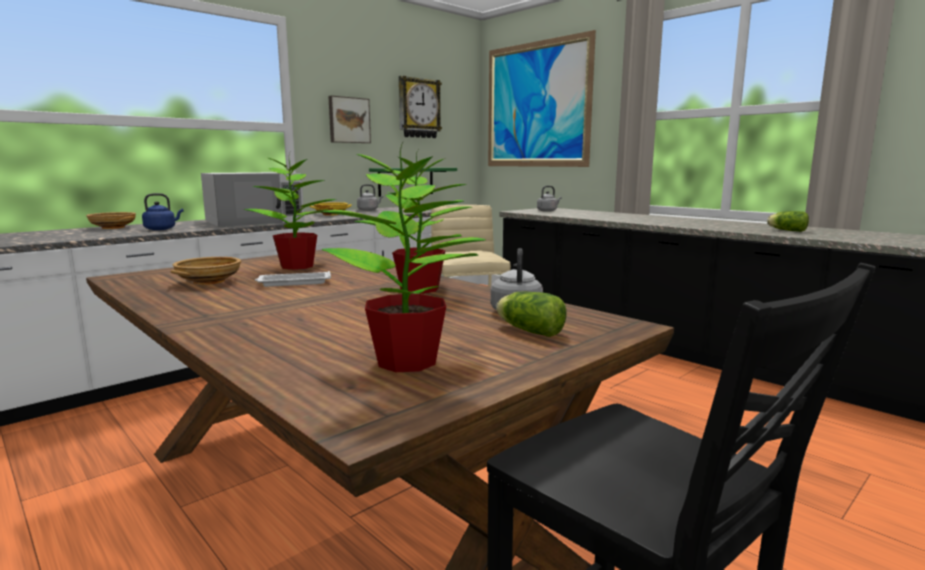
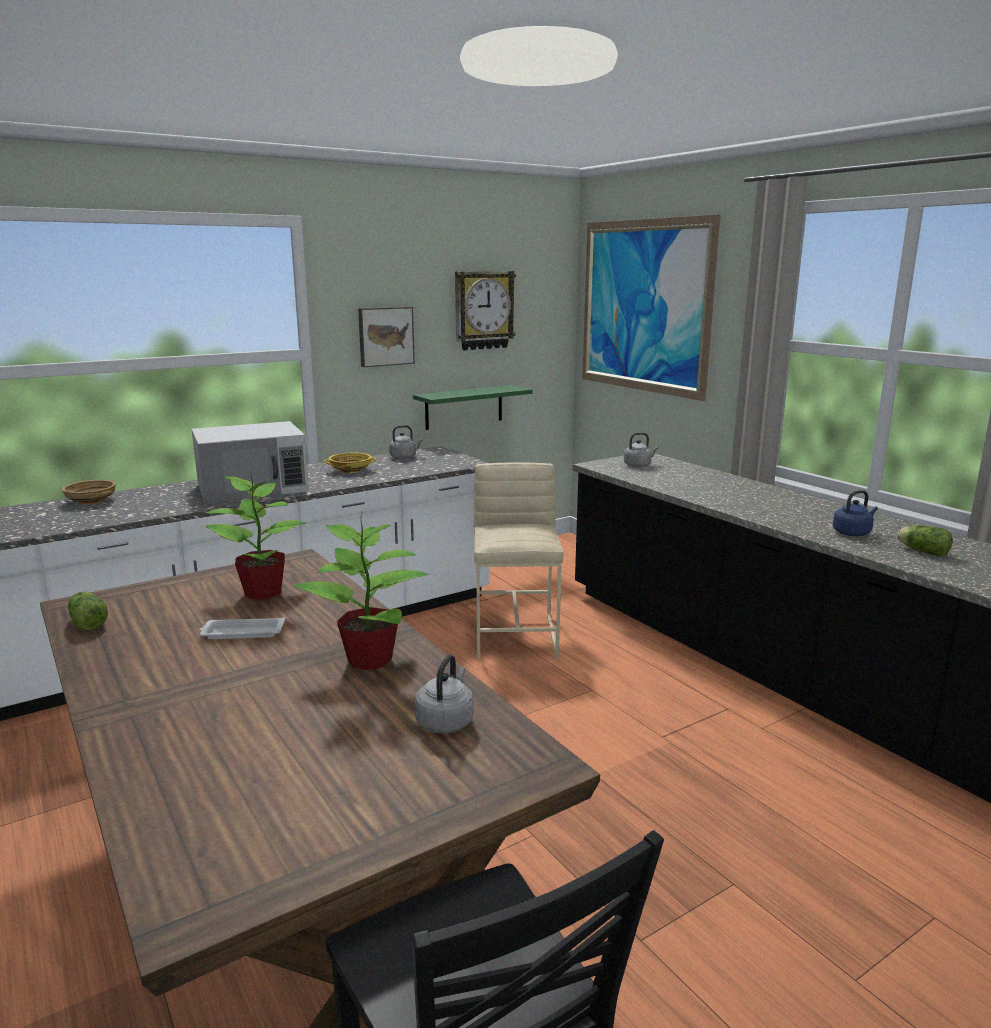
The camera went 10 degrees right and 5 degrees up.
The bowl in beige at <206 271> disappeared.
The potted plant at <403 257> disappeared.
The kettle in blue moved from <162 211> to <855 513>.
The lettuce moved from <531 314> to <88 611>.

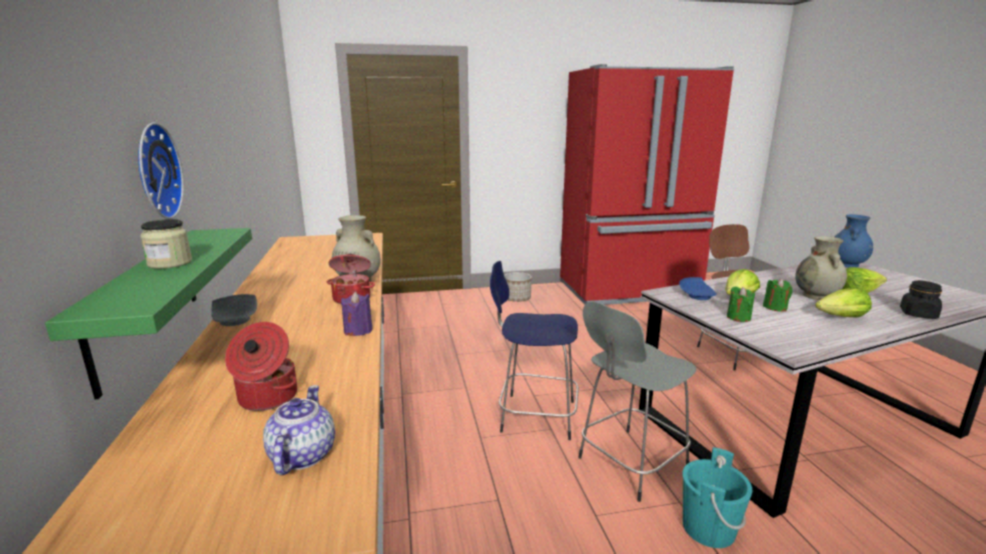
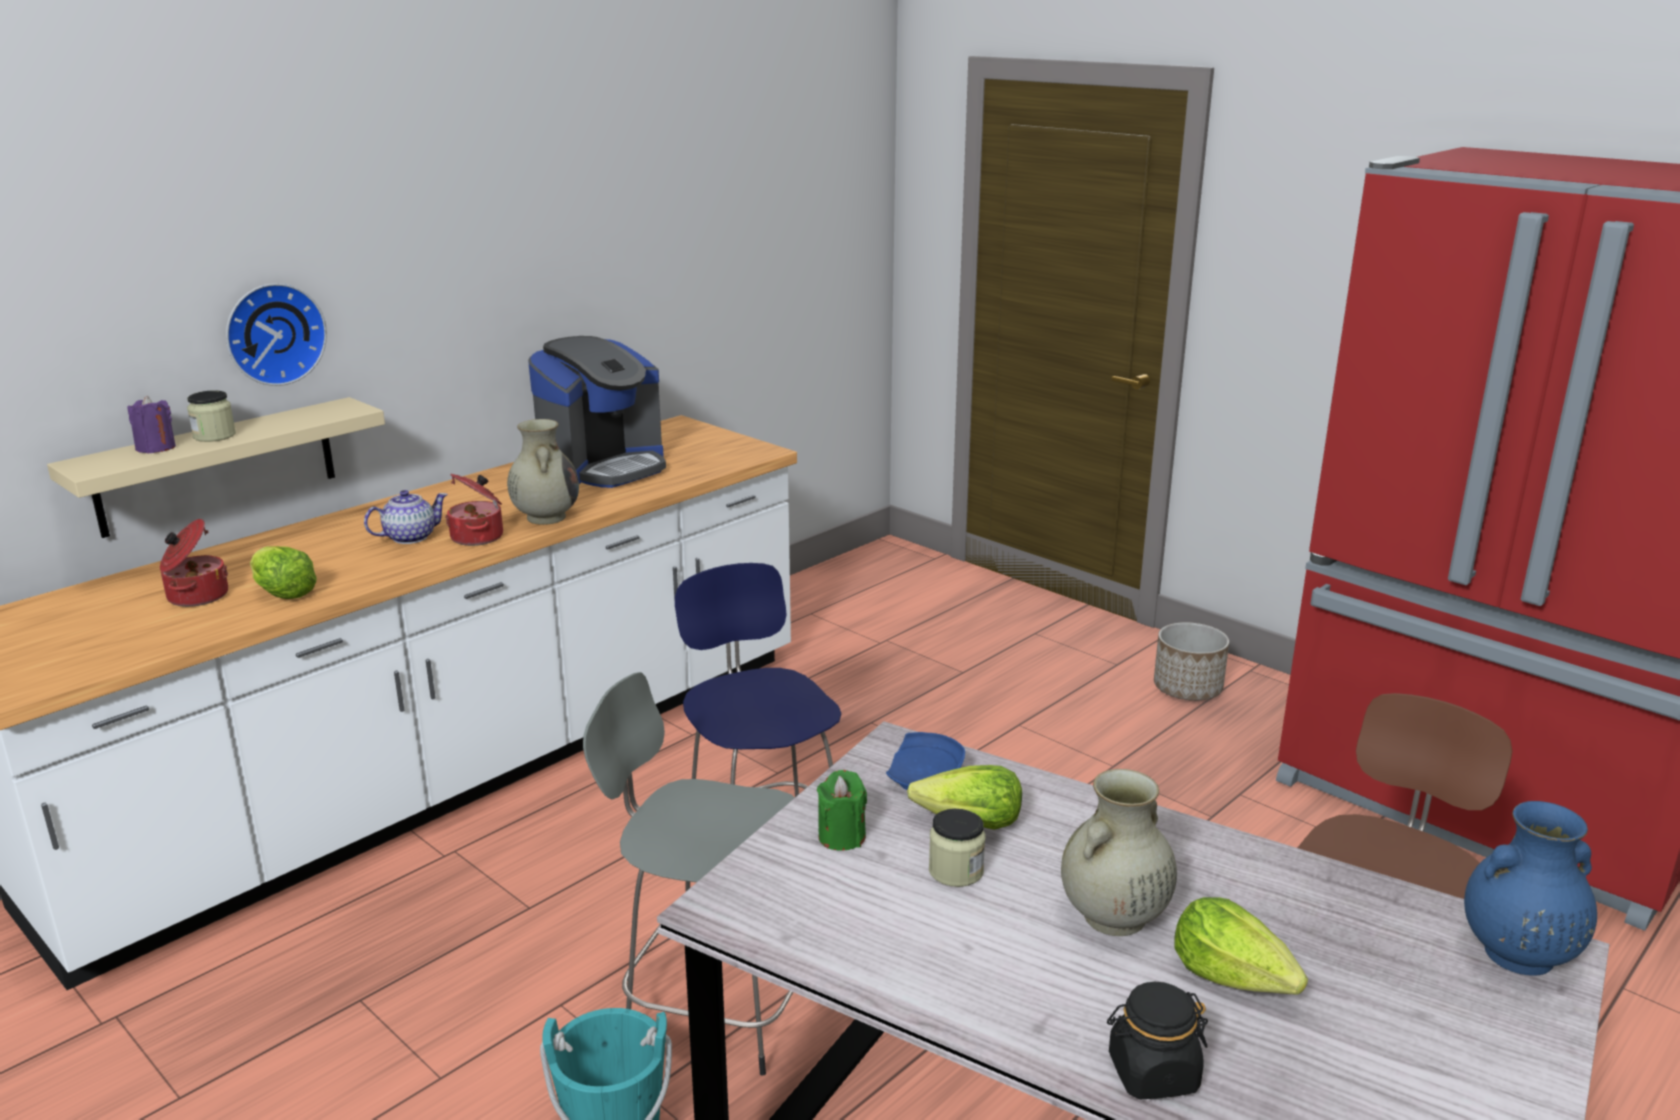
The camera went 55 degrees right and 5 degrees up.
The plate in grey at <234 310> disappeared.
The coffee machine at <597 412> appeared.
The teapot moved from <299 430> to <406 517>.
The candle in purple moved from <357 314> to <151 425>.
The lettuce moved from <843 303> to <283 572>.
The candle in green at <777 295> was replaced by the jar at <957 848>.
The shelf in green at <148 313> became the shelf in beige at <216 467>.

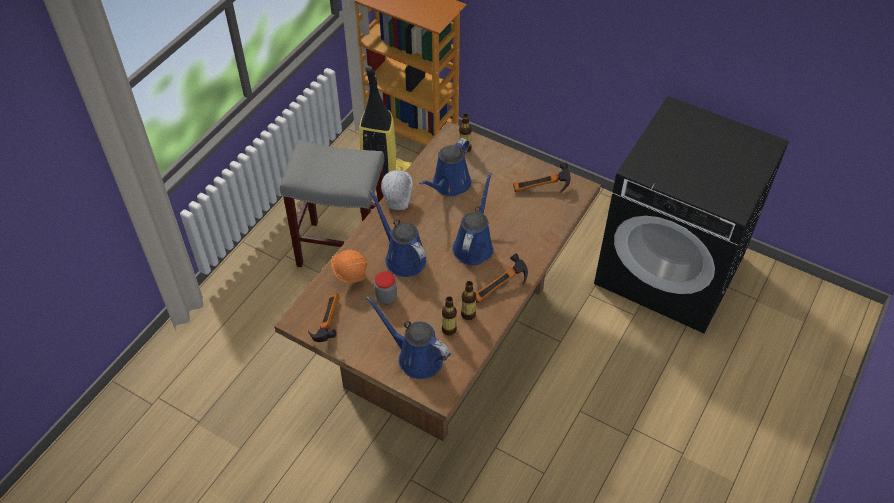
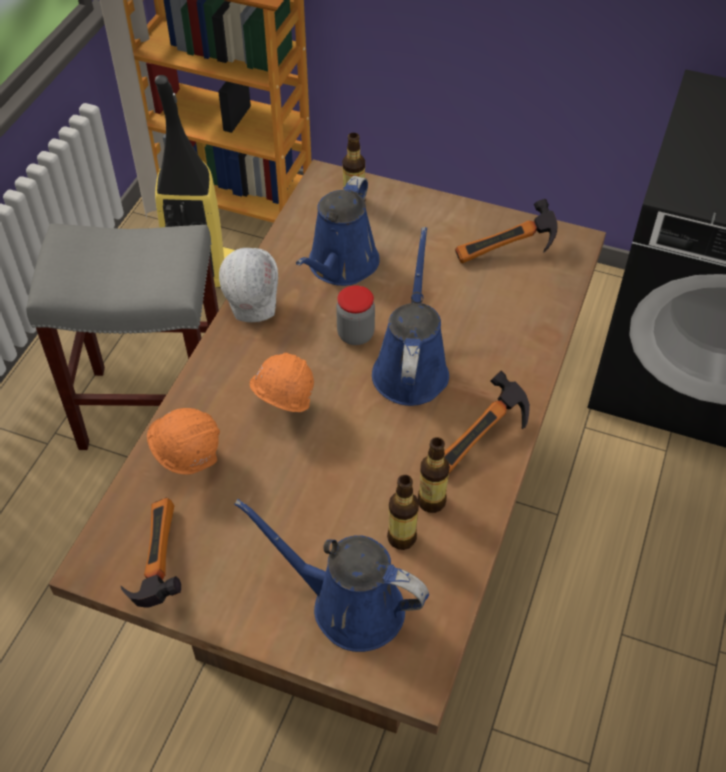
The camera went 10 degrees left and 0 degrees up.
The jar moved from <385 287> to <355 315>.
The watering can in blue at <397 233> was replaced by the hard hat in orange at <281 382>.

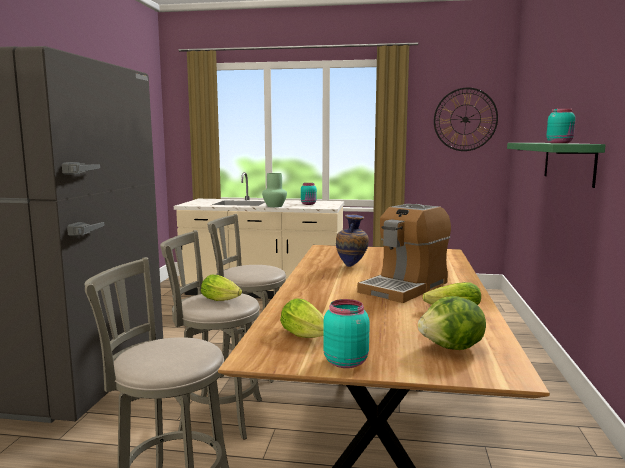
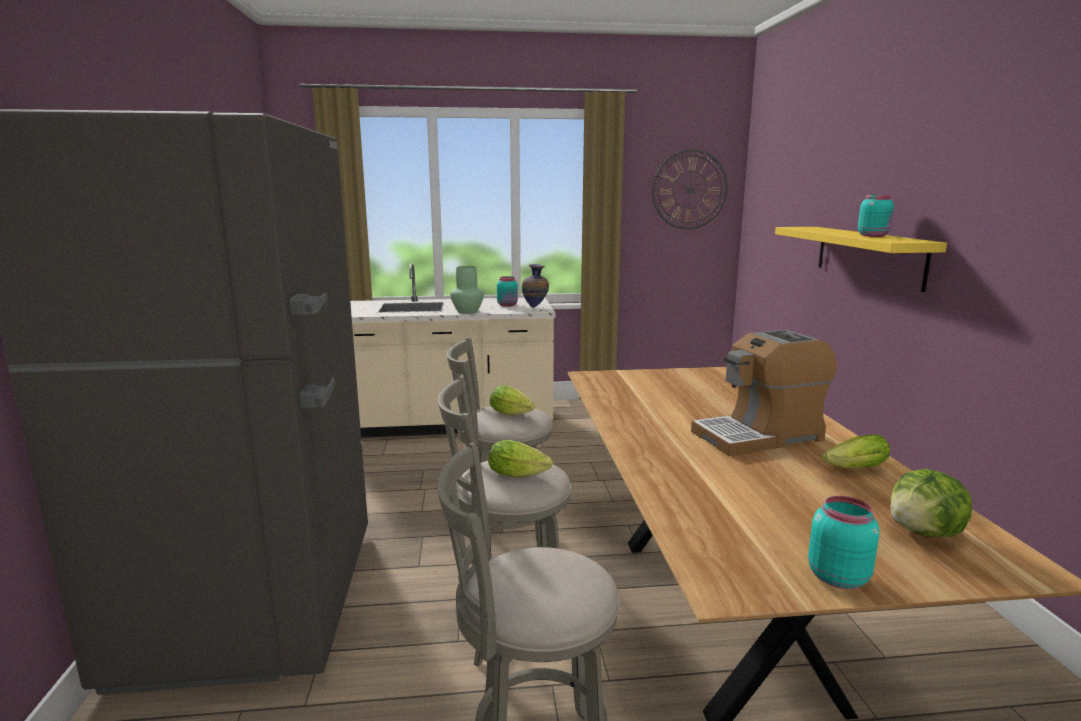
The camera went 15 degrees left and 5 degrees up.
The lettuce moved from <302 318> to <512 400>.
The vase moved from <352 241> to <535 285>.
The shelf in green at <556 165> became the shelf in yellow at <861 259>.
The coffee machine at <404 253> turned 45 degrees clockwise.

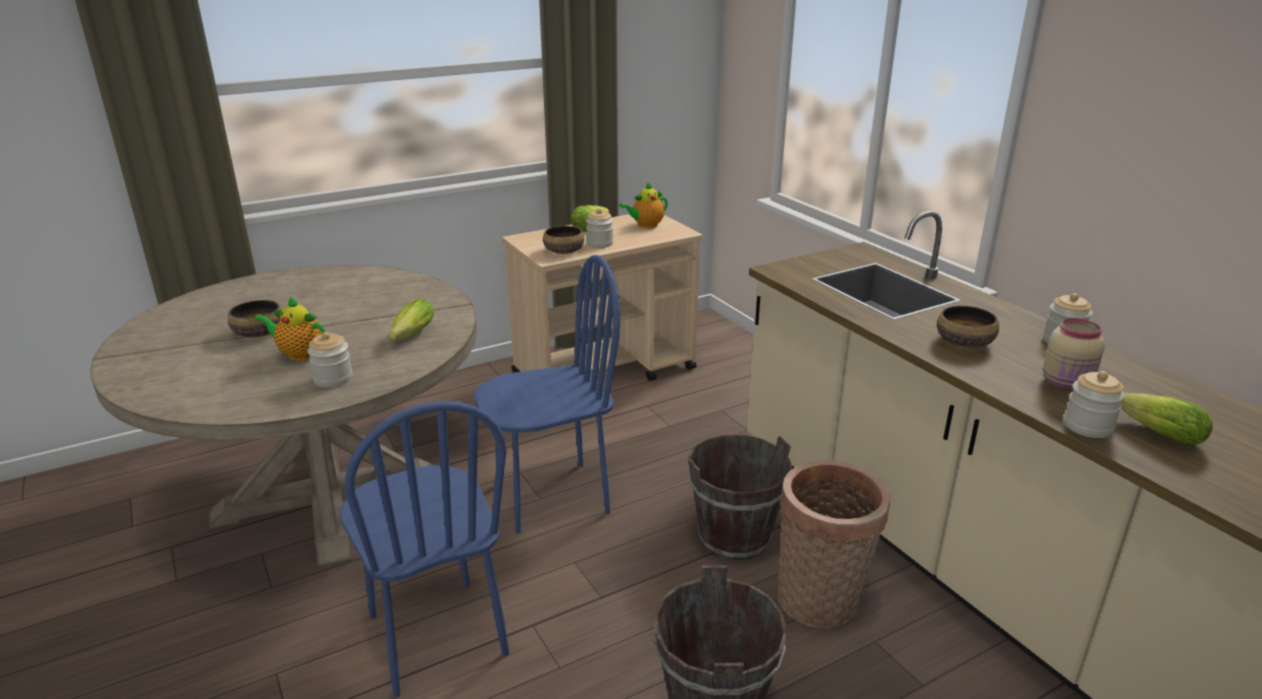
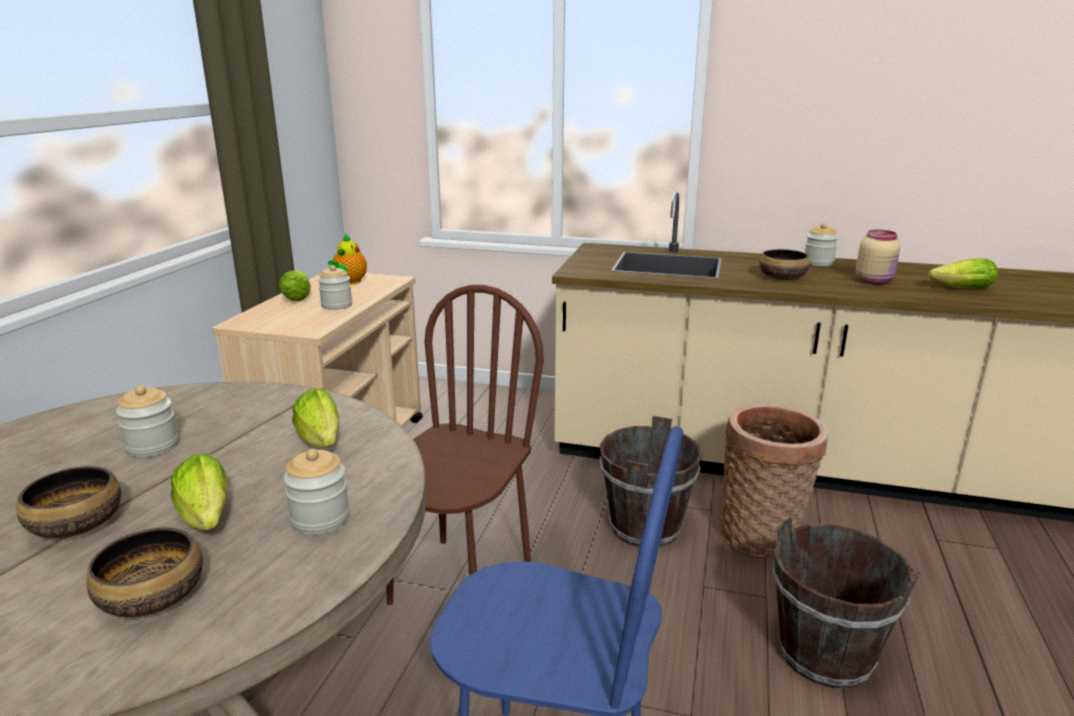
The camera went 45 degrees left and 5 degrees down.
The bowl moved from <563 240> to <144 572>.
The jar moved from <1094 404> to <147 421>.
The teapot at <290 328> was replaced by the lettuce at <199 492>.
The chair in blue at <547 394> became the chair in brown at <465 445>.

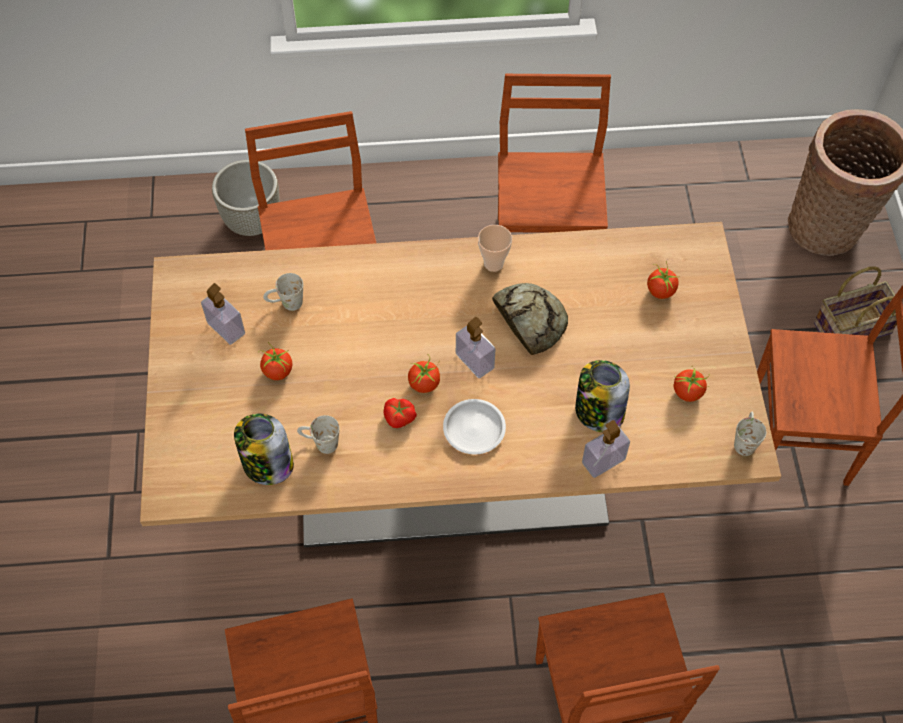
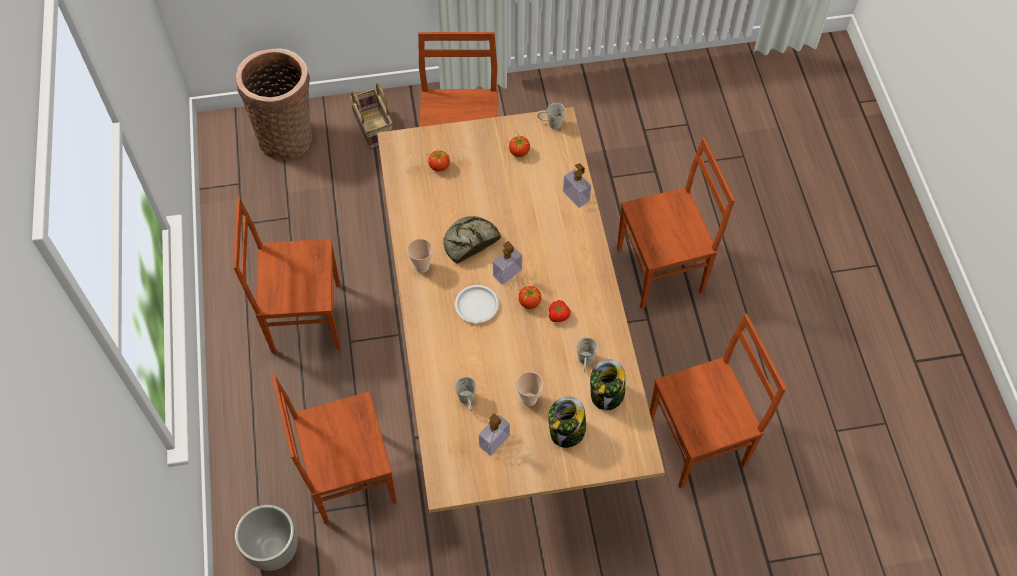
The camera went 95 degrees left and 0 degrees up.
The plate in white moved from <474 426> to <477 304>.
The jar moved from <602 396> to <567 422>.
The tomato at <275 363> was replaced by the cup at <530 389>.

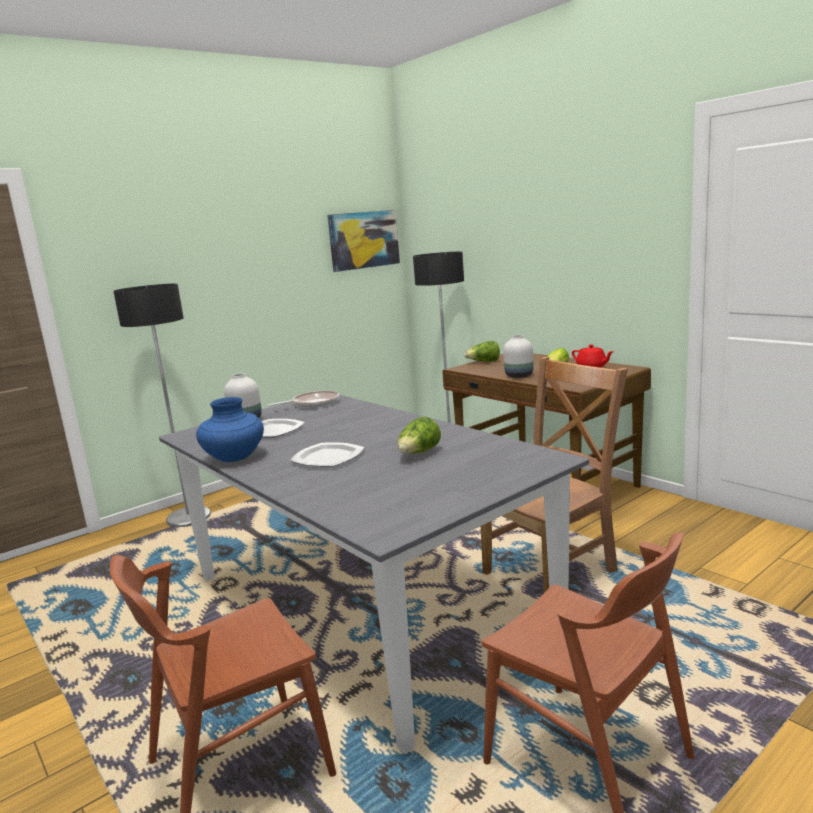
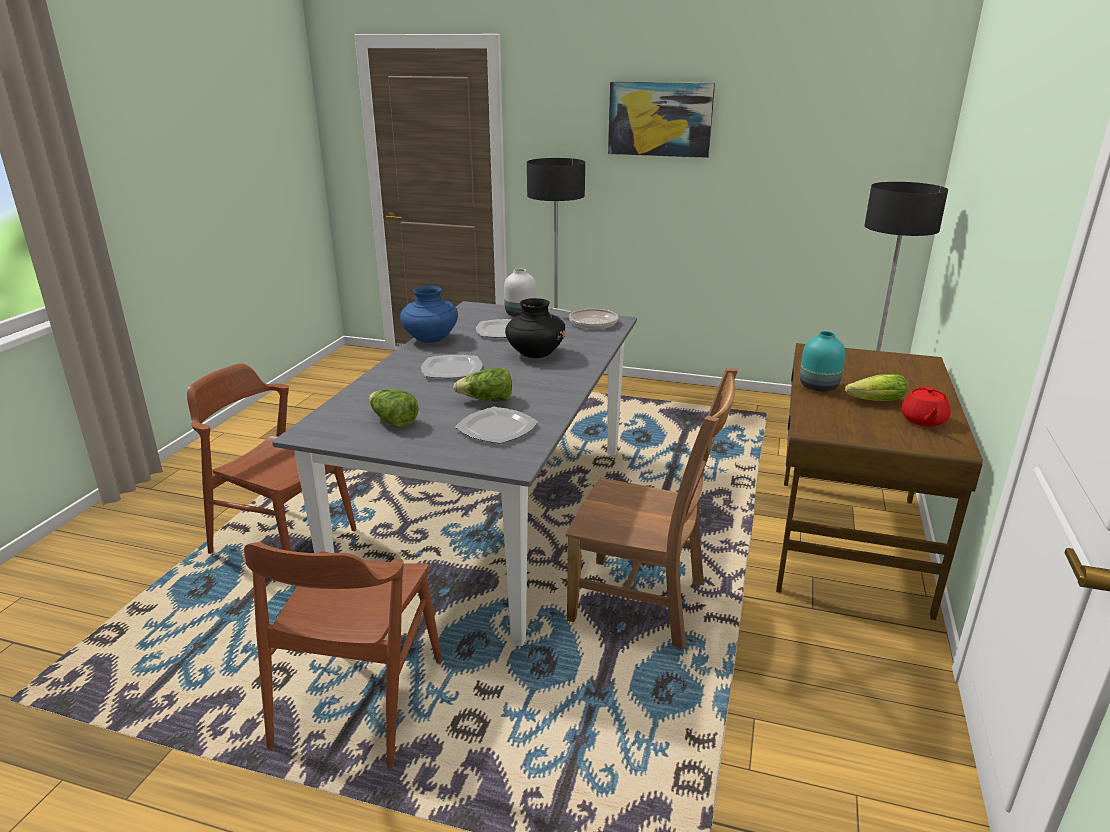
The camera went 55 degrees right and 10 degrees up.
The plate at <496 425> appeared.
The vase in black at <535 328> appeared.
The picture moved from <363 241> to <661 120>.
The lettuce moved from <482 351> to <393 408>.
The vase in white at <518 356> became the vase in turquoise at <822 361>.

